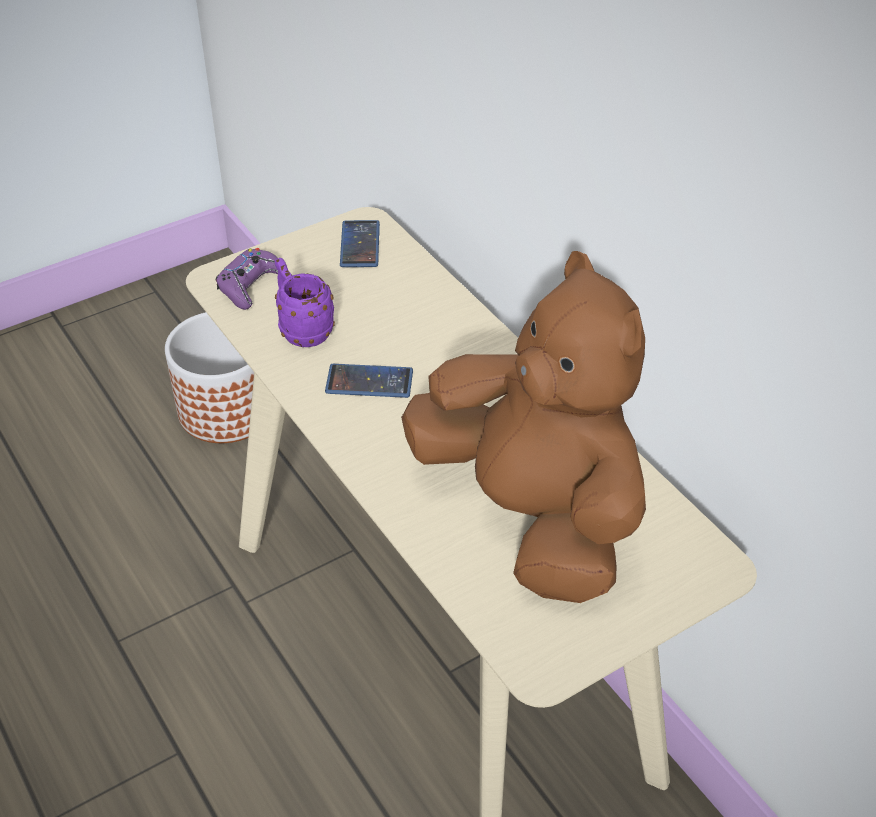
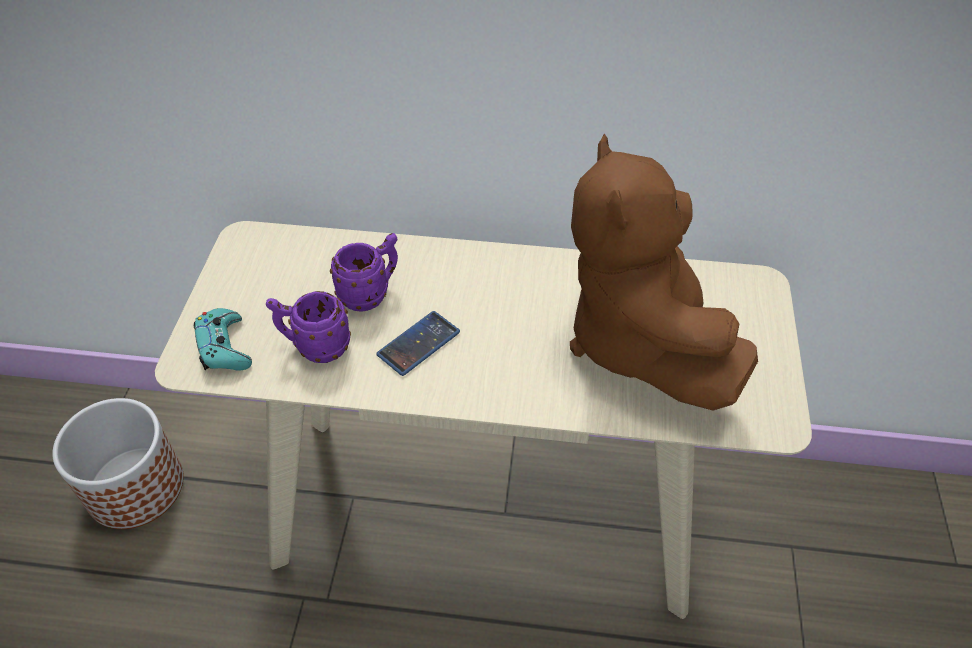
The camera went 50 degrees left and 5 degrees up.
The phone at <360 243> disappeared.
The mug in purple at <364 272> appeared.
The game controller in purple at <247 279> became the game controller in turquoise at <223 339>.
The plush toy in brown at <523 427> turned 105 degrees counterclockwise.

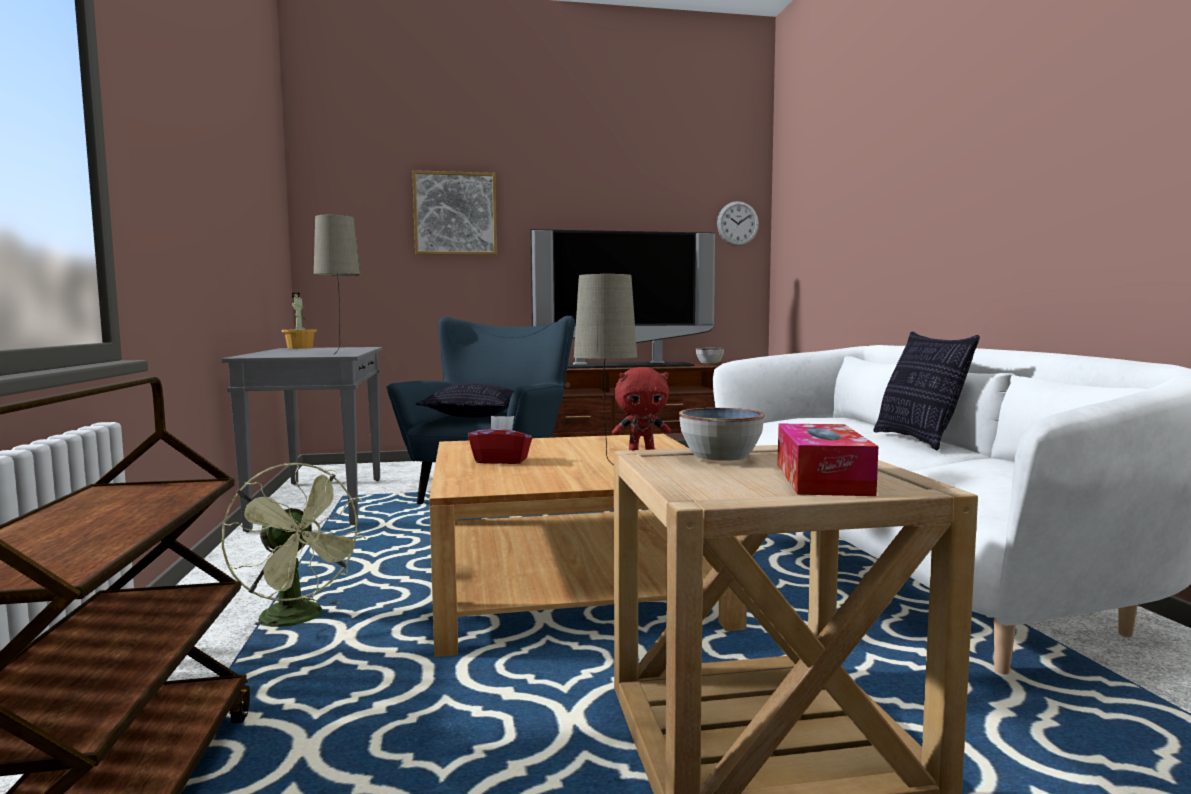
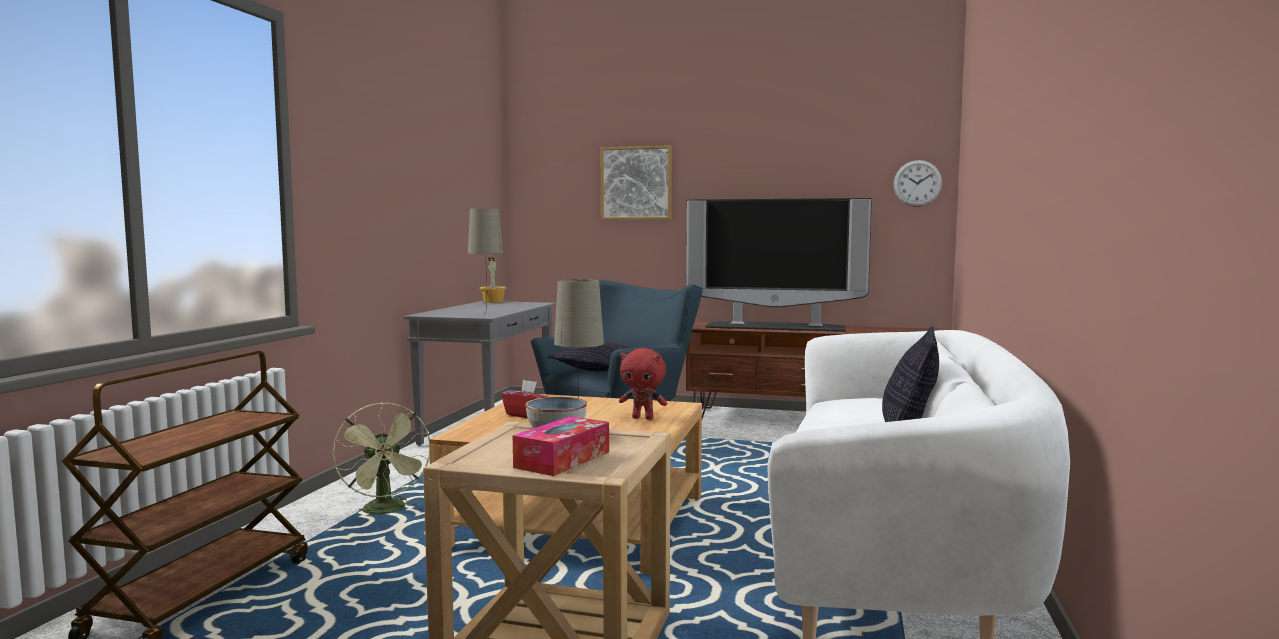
The camera went 25 degrees right and 0 degrees up.
The bowl at <710 355> disappeared.

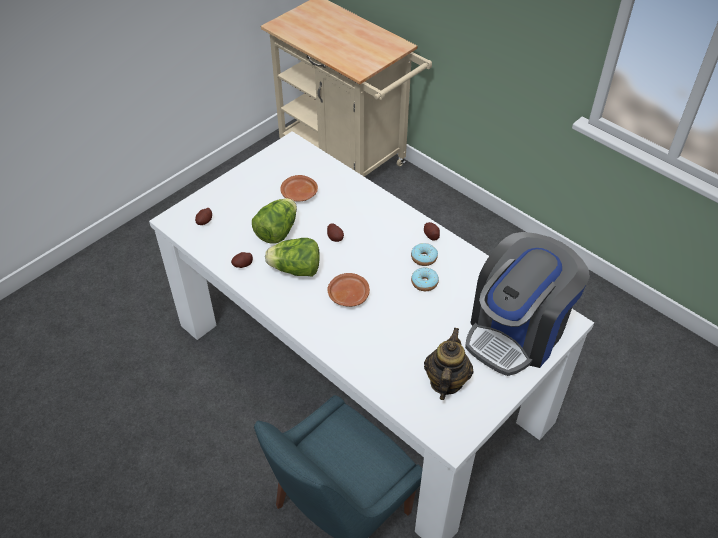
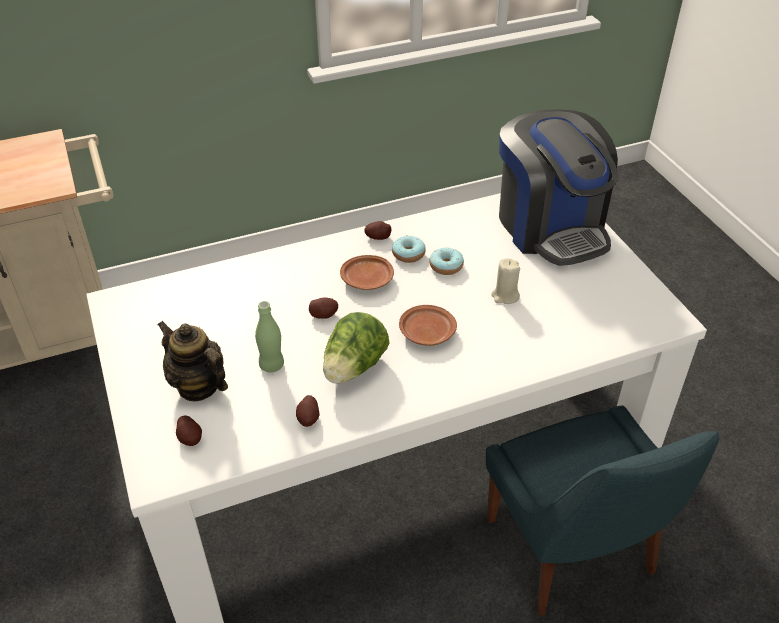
The camera went 65 degrees left and 5 degrees down.
The candle in beige at <505 281> appeared.
The plate in brown moved from <299 188> to <367 272>.
The teapot moved from <448 364> to <192 361>.
The lettuce at <274 221> was replaced by the bottle in green at <269 337>.

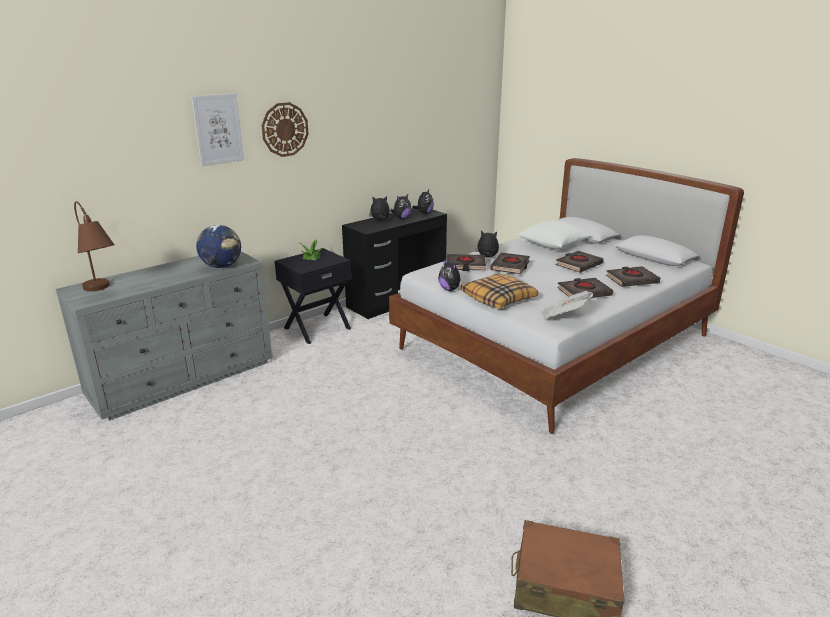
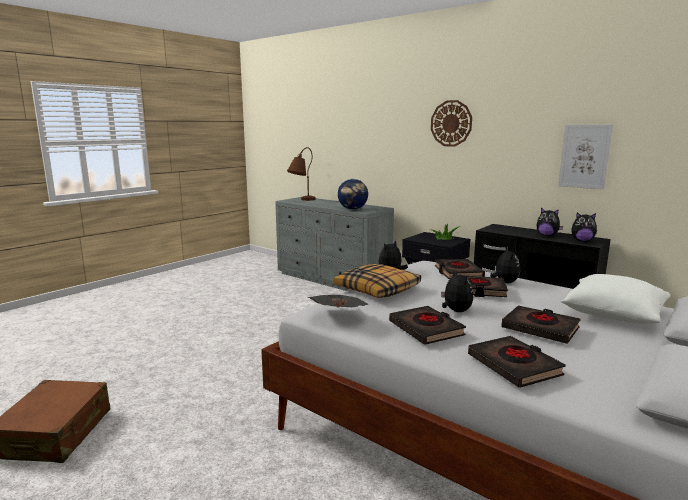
The camera went 80 degrees right and 10 degrees down.
The picture moved from <217 129> to <585 157>.
The plush toy moved from <379 208> to <457 291>.

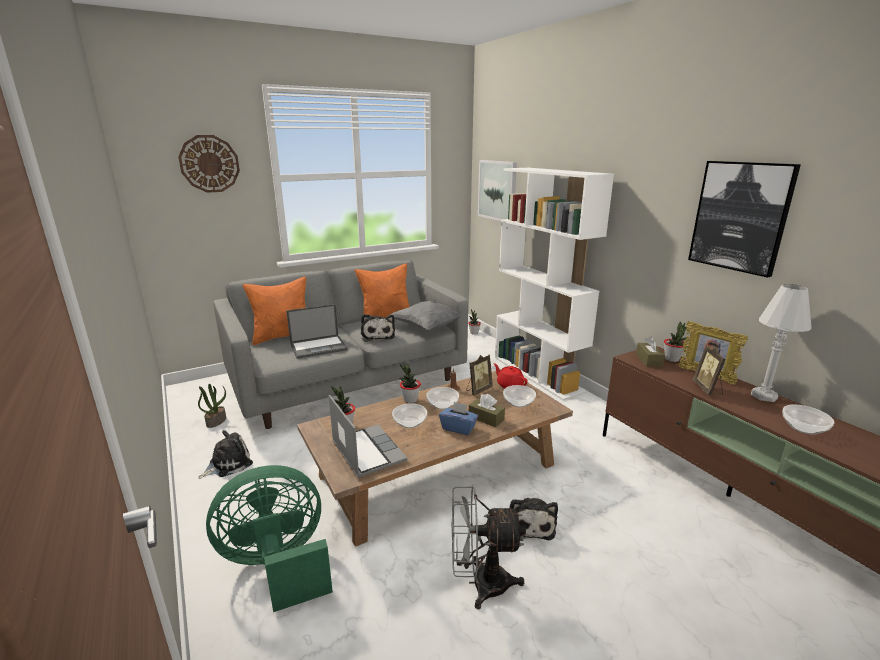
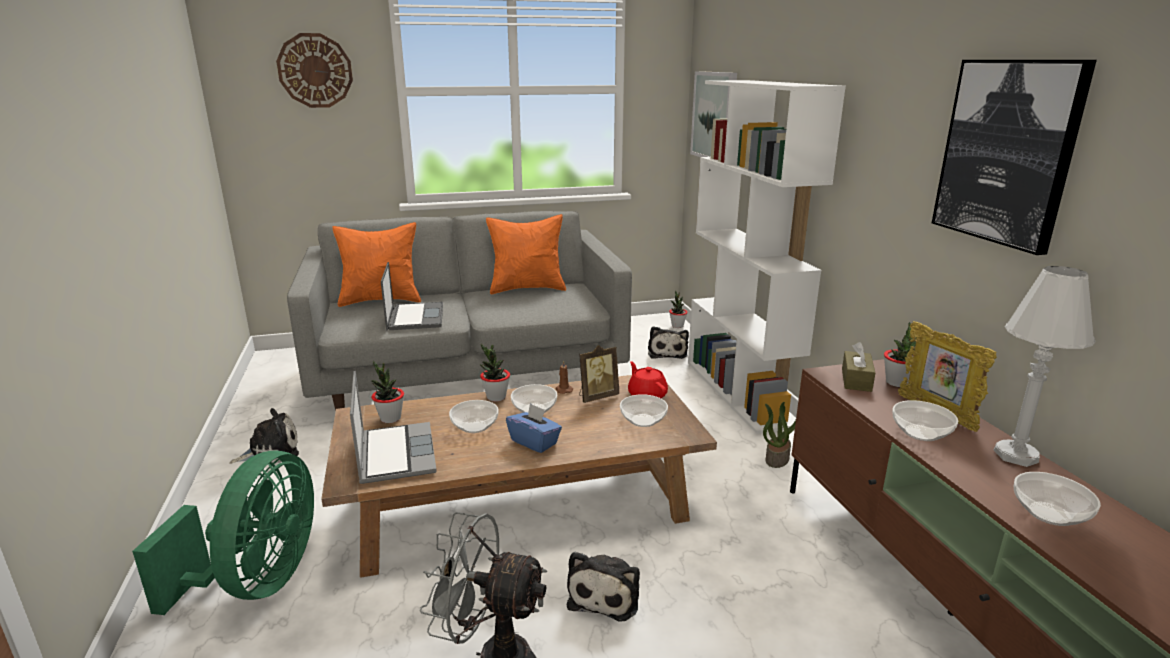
The camera went 15 degrees right and 0 degrees up.
The pillow in grey at <425 316> disappeared.
The tissue box in brown at <487 410> disappeared.
The potted plant moved from <212 406> to <780 435>.
The plush toy moved from <378 328> to <668 342>.
The picture frame at <709 370> was replaced by the bowl at <925 420>.
The fan in green at <269 538> turned 105 degrees clockwise.
The laptop at <317 331> turned 90 degrees counterclockwise.

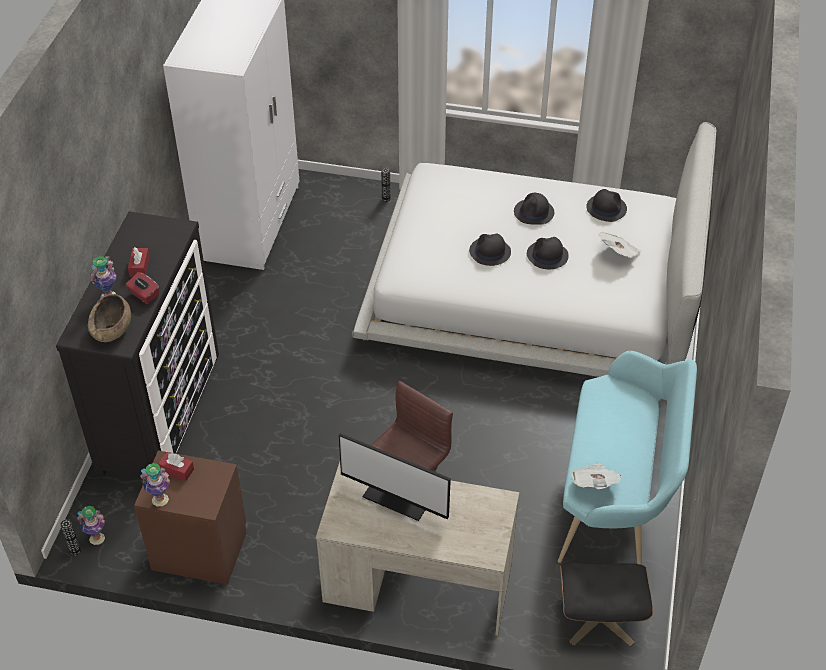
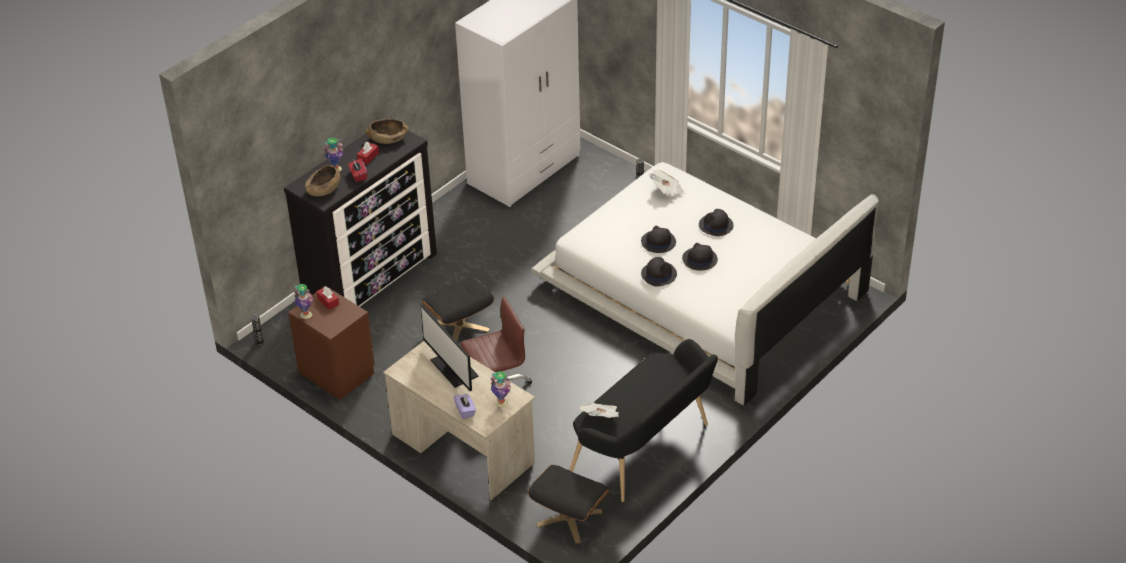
The camera went 30 degrees right and 5 degrees down.
The bowl in brown at <387 131> appeared.
The ottoman in black at <457 309> appeared.
The tissue box in purple at <465 406> appeared.
The vase moved from <91 525> to <501 389>.
The hat in black moved from <606 205> to <659 271>.
The newspaper moved from <619 245> to <667 183>.
The bench in turquoise at <627 458> became the bench in black at <643 420>.

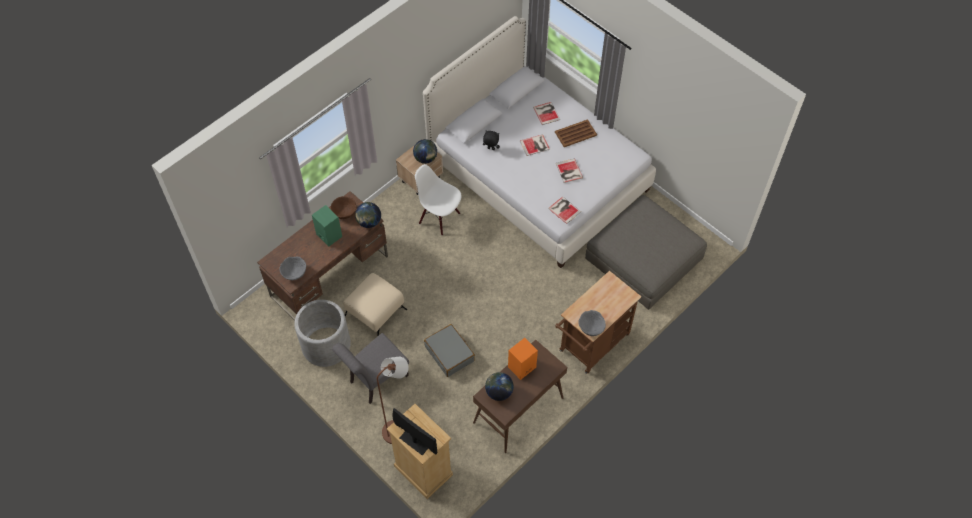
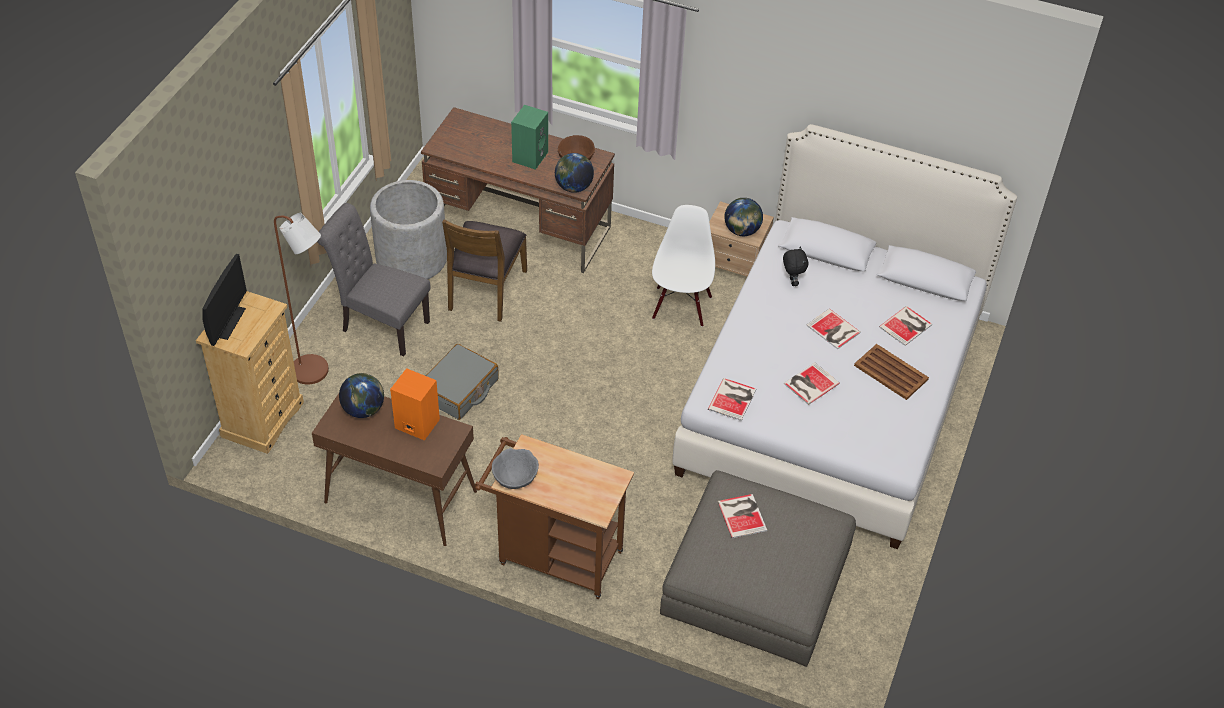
The camera went 65 degrees right and 10 degrees down.
The bowl in grey at <293 268> disappeared.
The book at <742 516> appeared.
The ottoman in beige at <375 305> was replaced by the chair in brown at <484 270>.

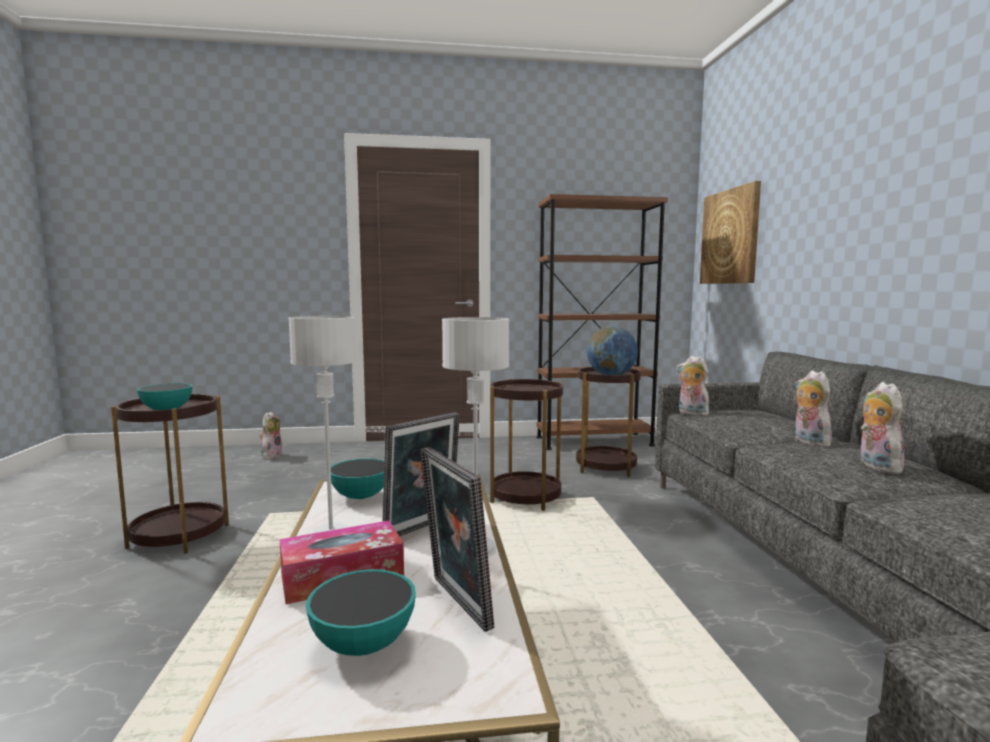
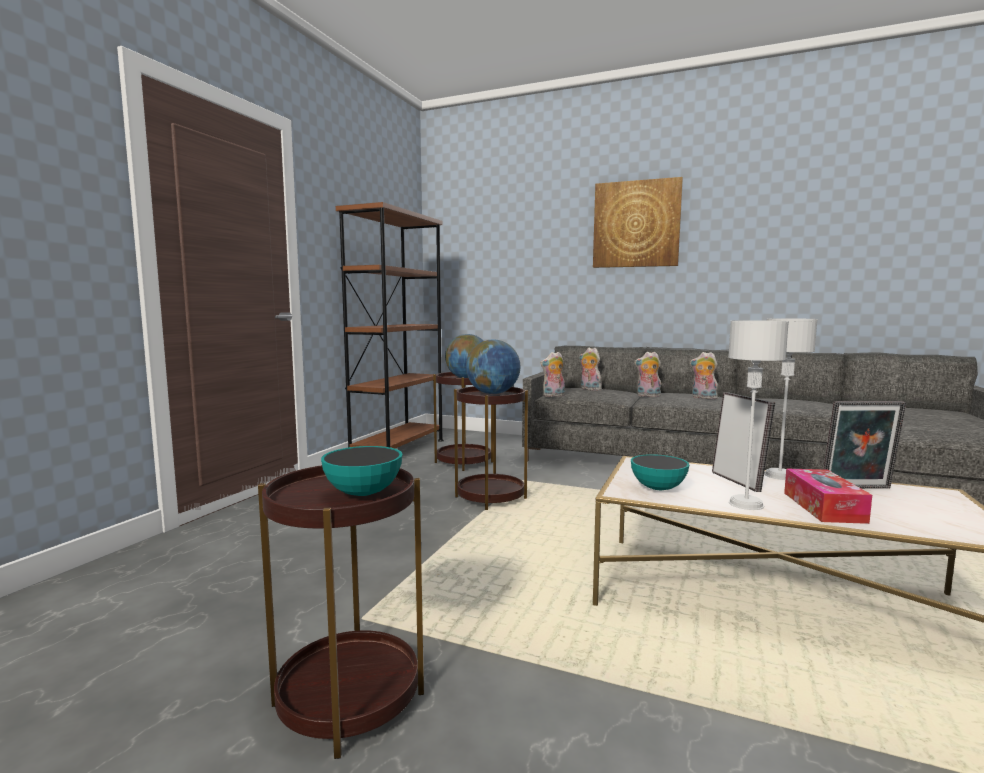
The camera went 60 degrees left and 0 degrees up.
The bowl at <361 612> disappeared.
The globe at <493 366> appeared.
The plush toy moved from <271 436> to <590 369>.
The picture moved from <730 232> to <638 222>.

